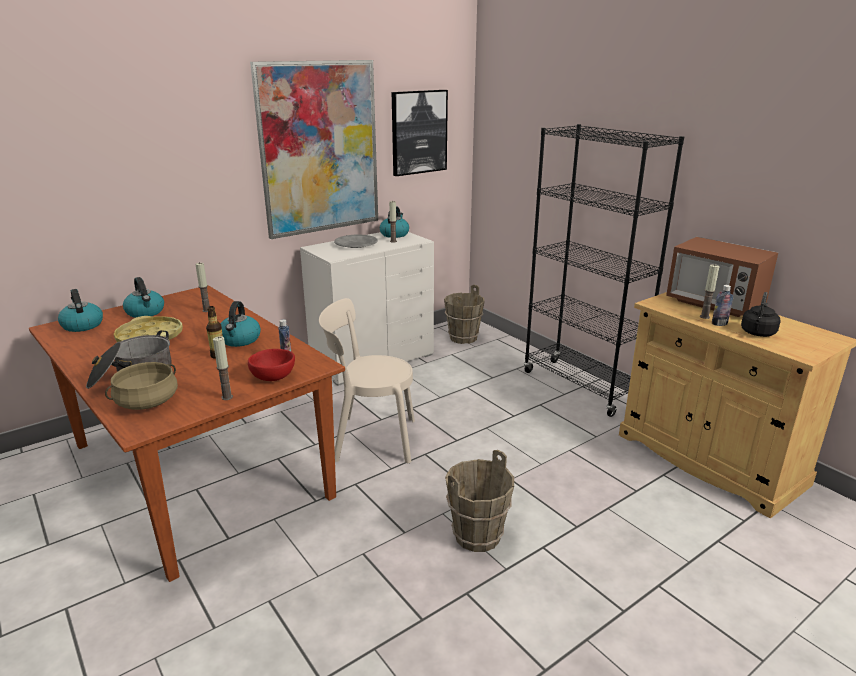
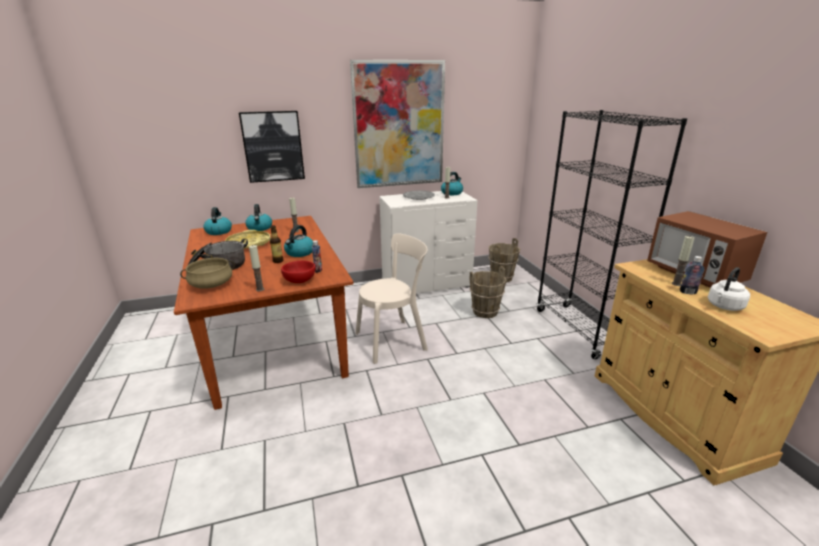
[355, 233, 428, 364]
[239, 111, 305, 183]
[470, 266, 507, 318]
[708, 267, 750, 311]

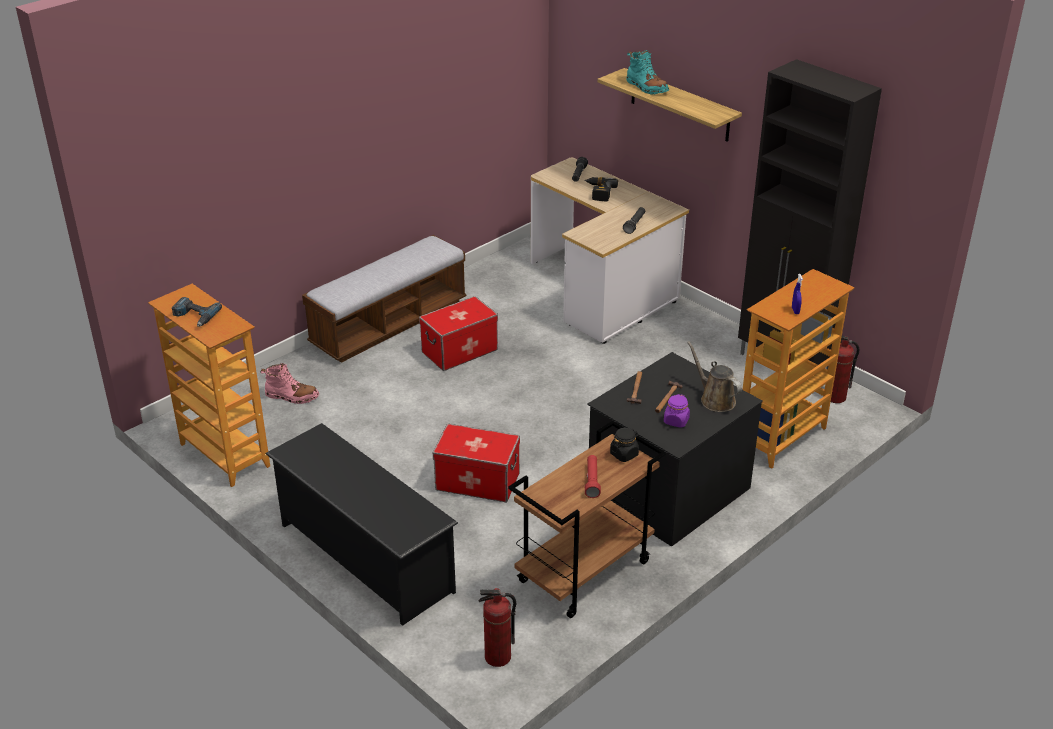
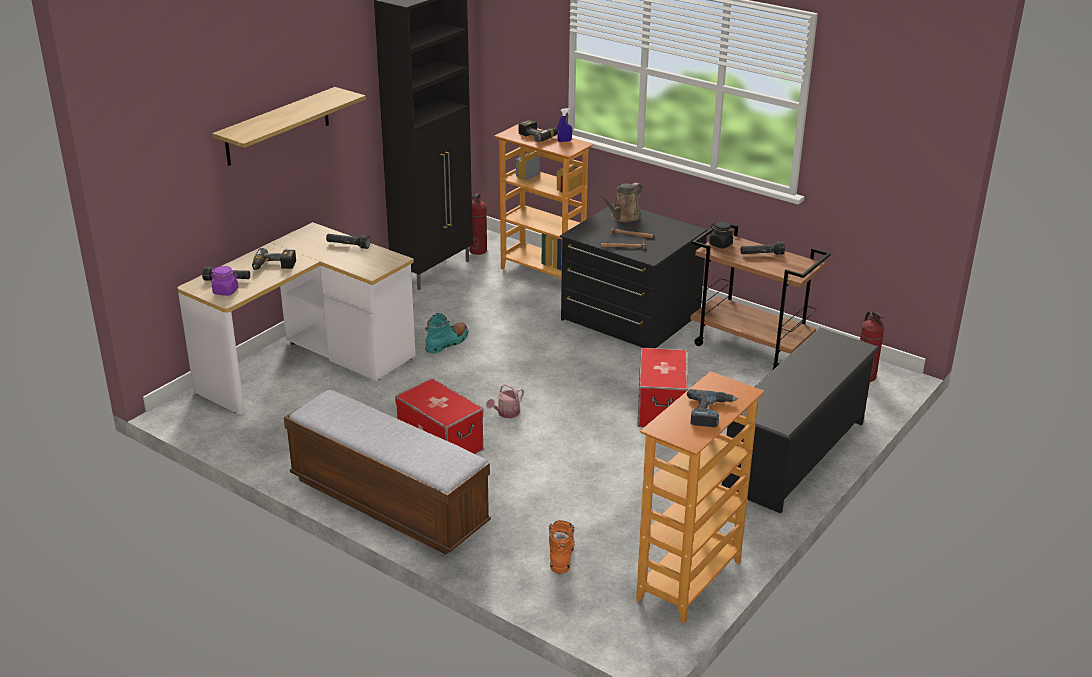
[548, 520, 575, 574]
[741, 241, 785, 255]
[425, 313, 469, 354]
[211, 266, 238, 296]
[486, 384, 524, 418]
[519, 120, 558, 142]

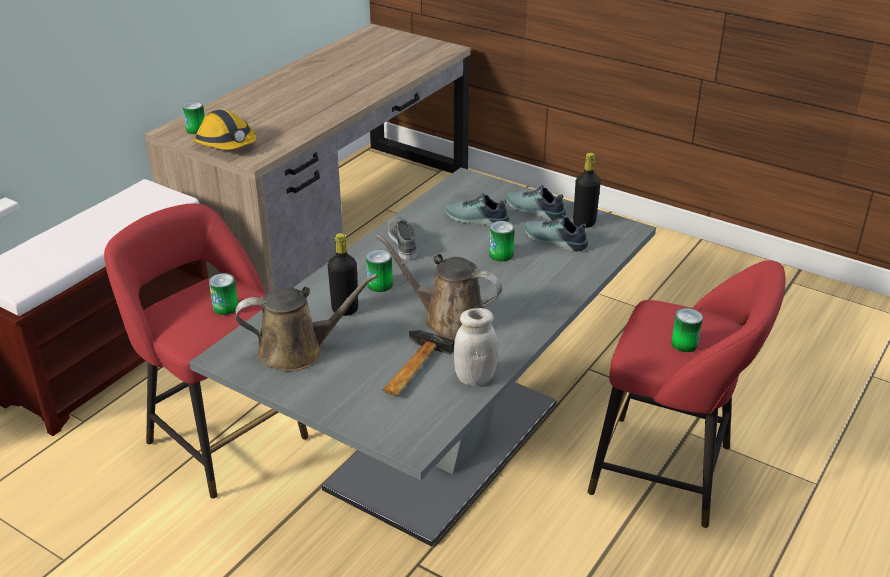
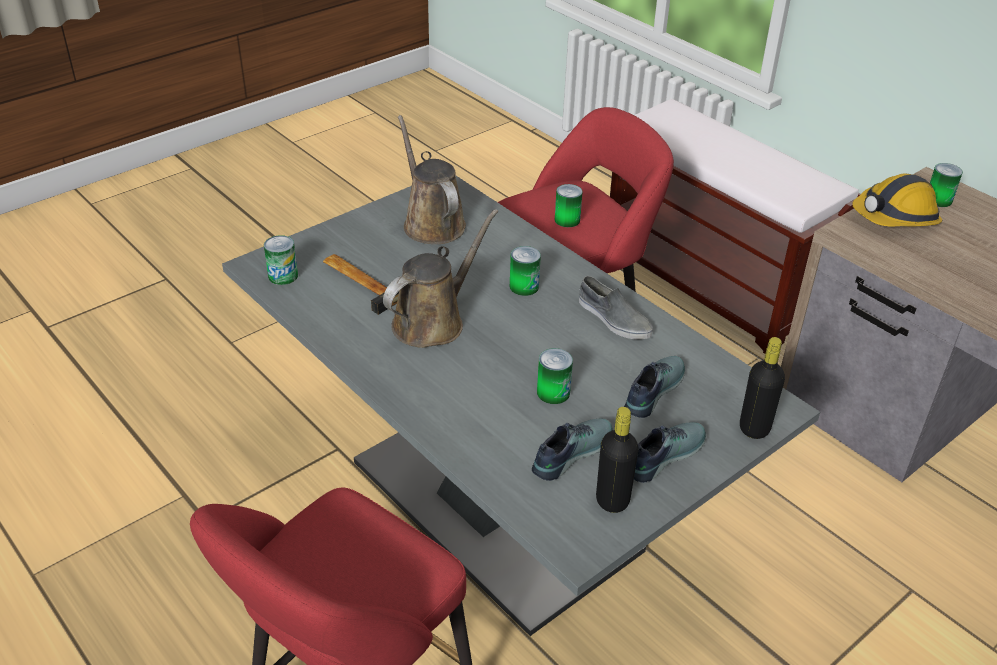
[398, 115, 466, 244]
[740, 337, 785, 439]
[579, 276, 653, 339]
[454, 308, 498, 386] (first image)
[264, 235, 298, 285]

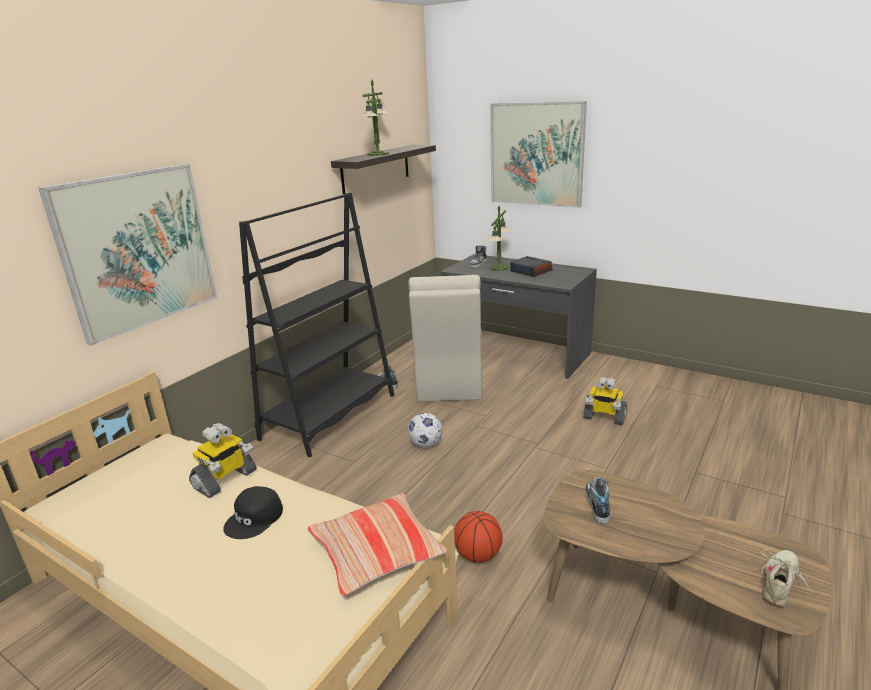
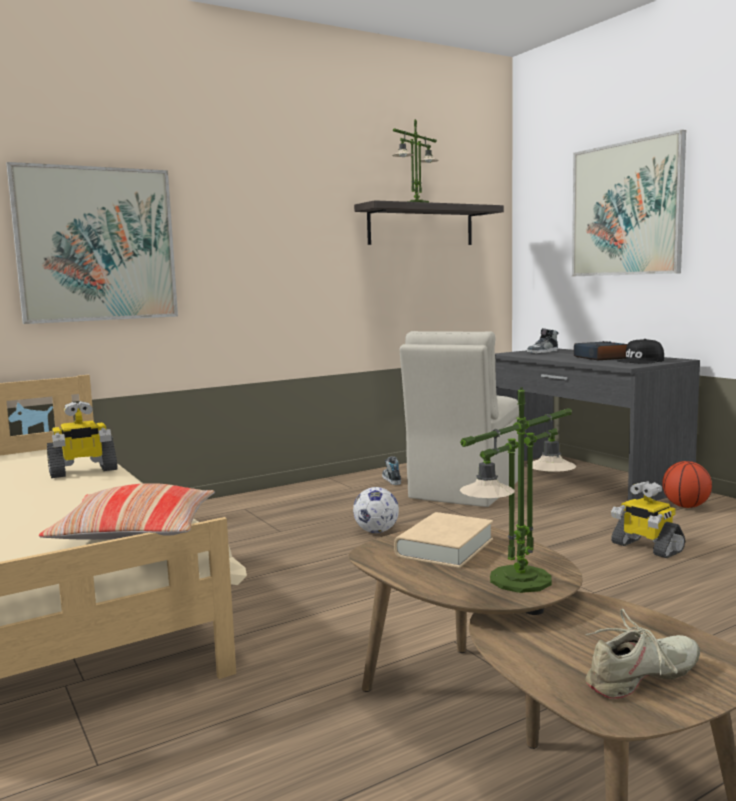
[617, 339, 664, 364]
[239, 193, 394, 457] (first image)
[662, 461, 712, 508]
[460, 387, 576, 593]
[394, 512, 493, 568]

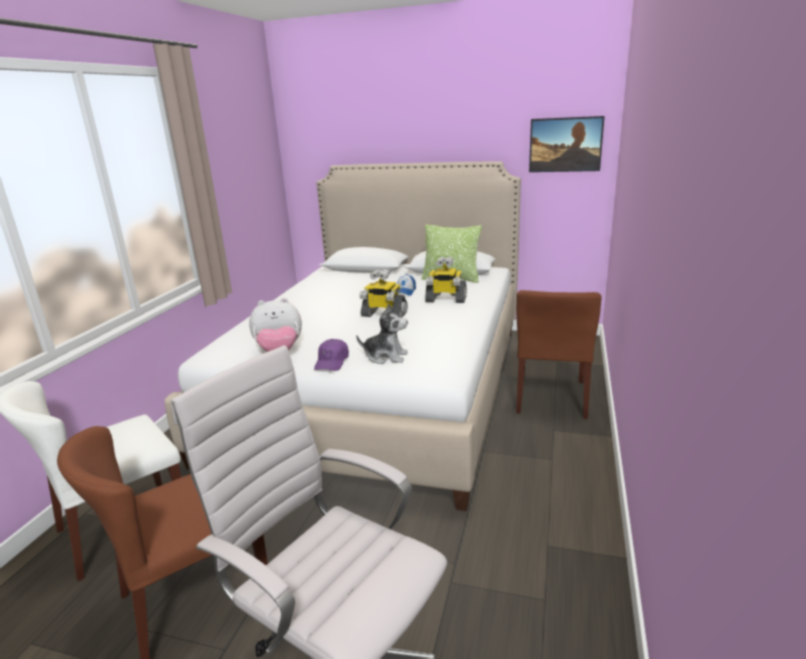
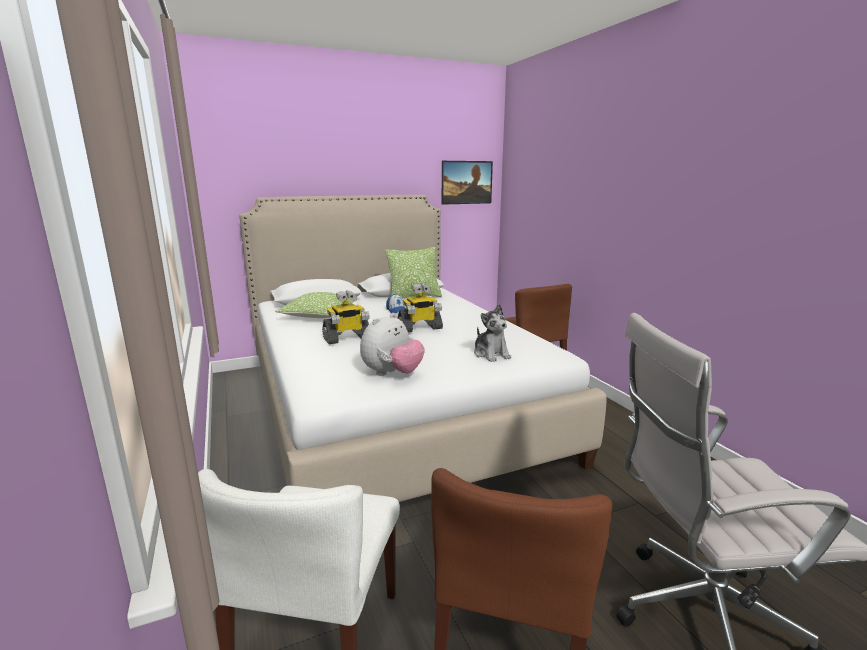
[314, 339, 349, 371] (first image)
[474, 304, 512, 362]
[322, 290, 370, 344]
[275, 292, 357, 318]

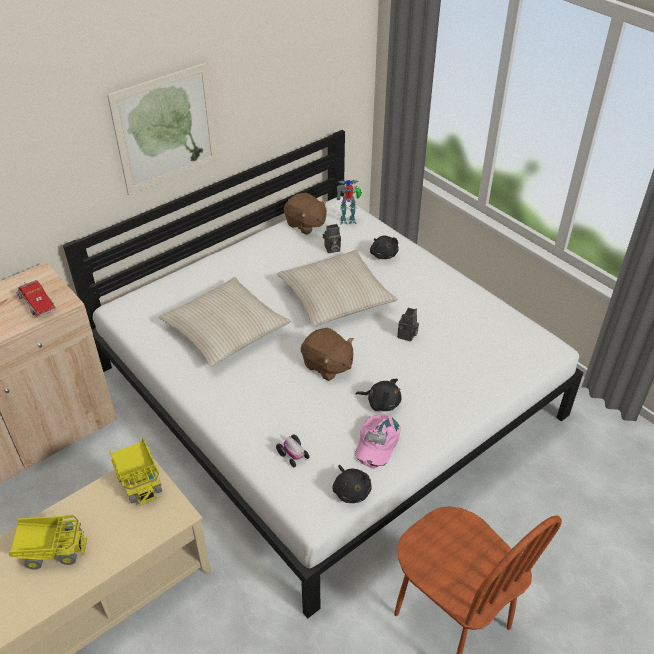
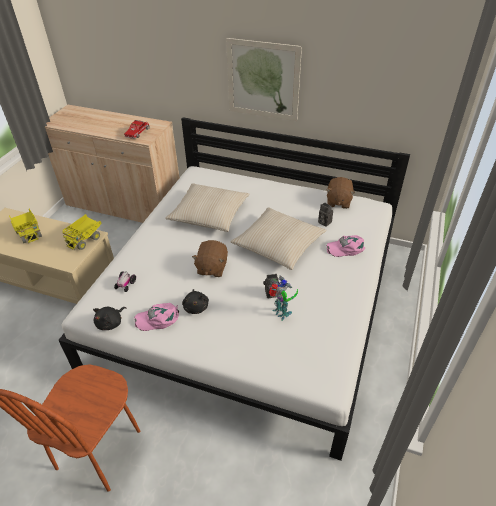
[269, 275, 298, 321]
[326, 235, 365, 257]

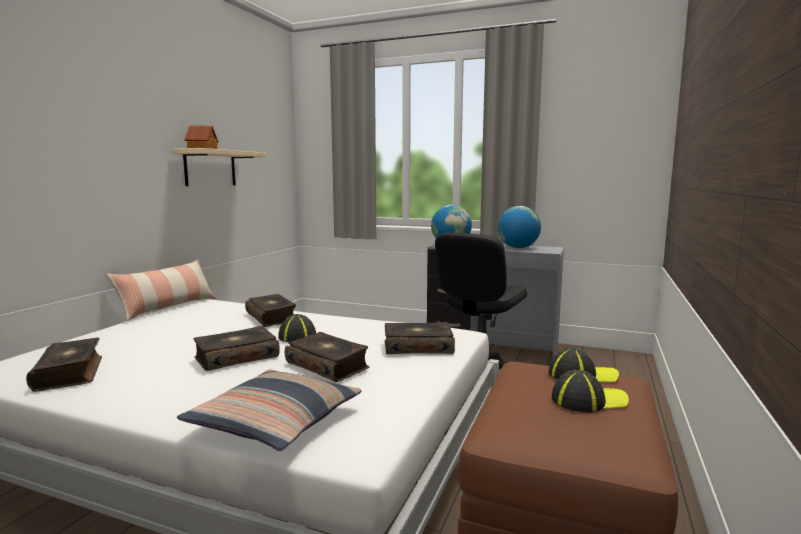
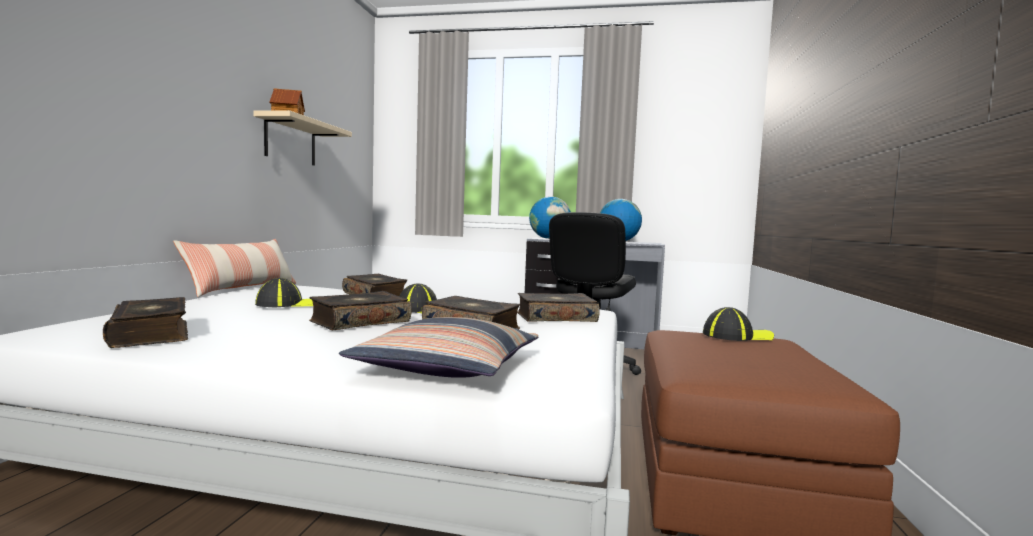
[255, 278, 313, 307]

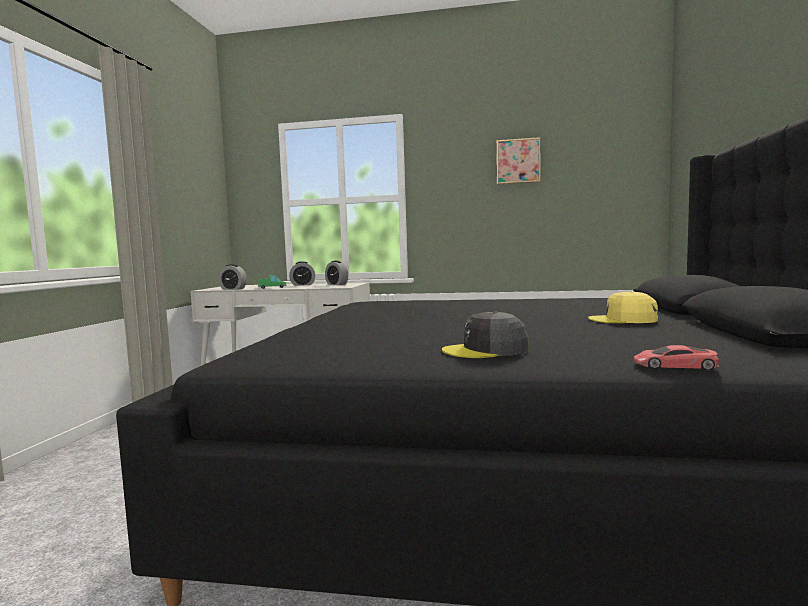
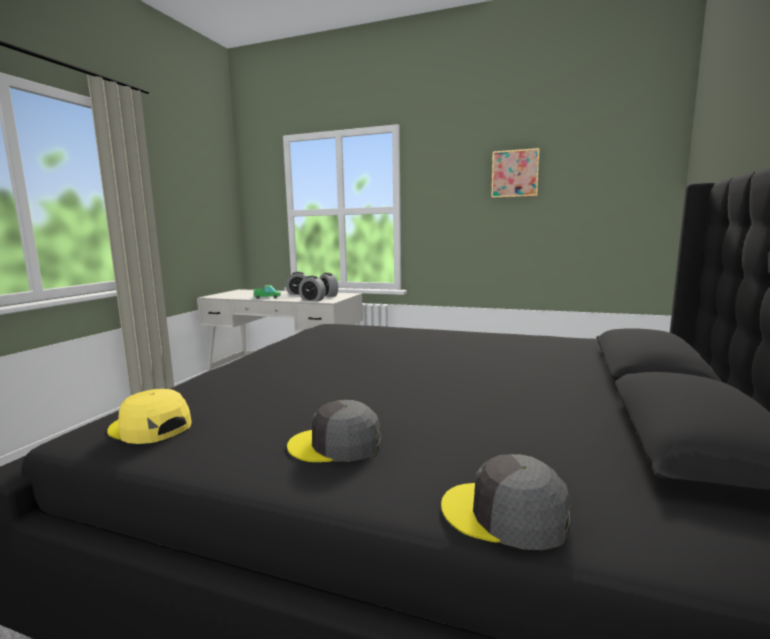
[299, 276, 326, 301]
[107, 389, 191, 444]
[441, 454, 571, 550]

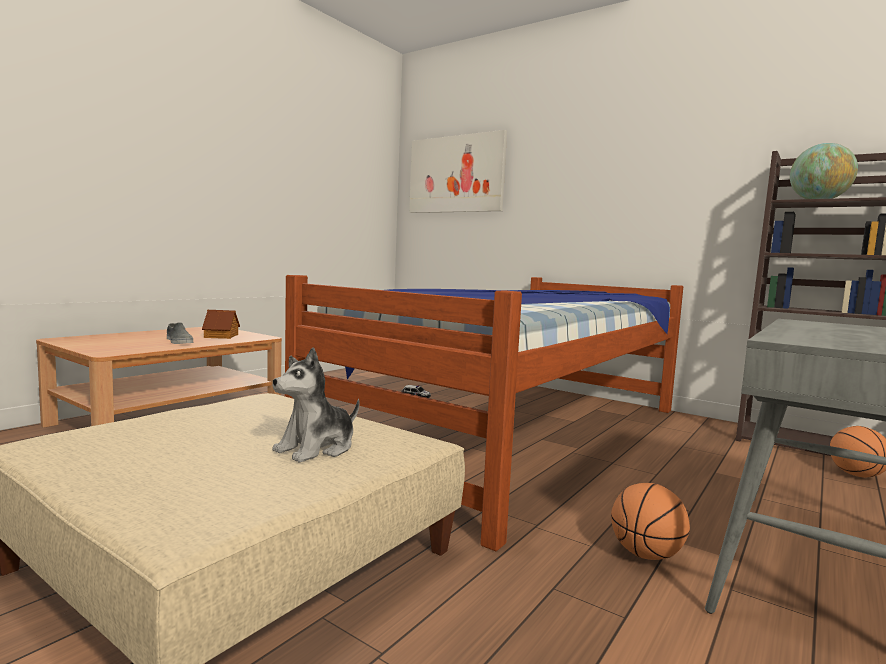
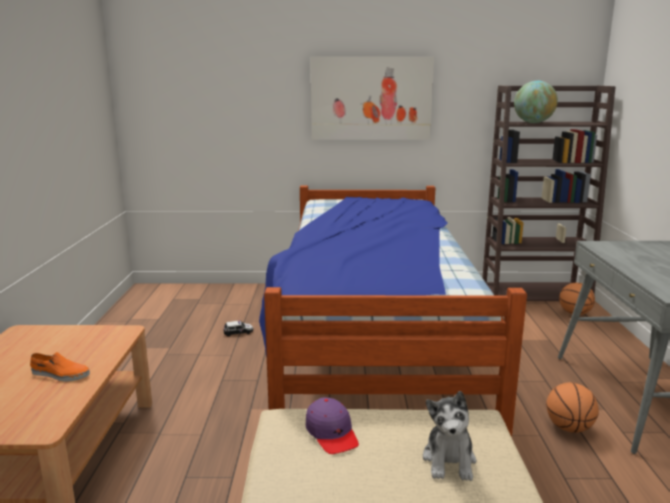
[30, 352, 90, 382]
[202, 310, 240, 339] (first image)
[311, 56, 434, 140]
[306, 398, 359, 454]

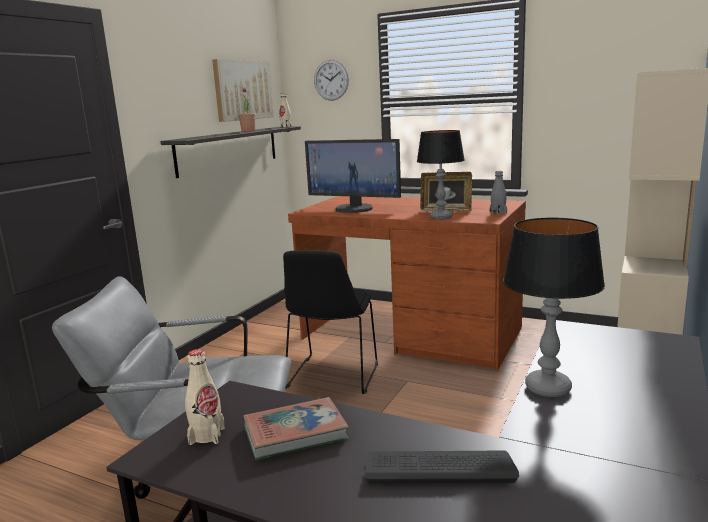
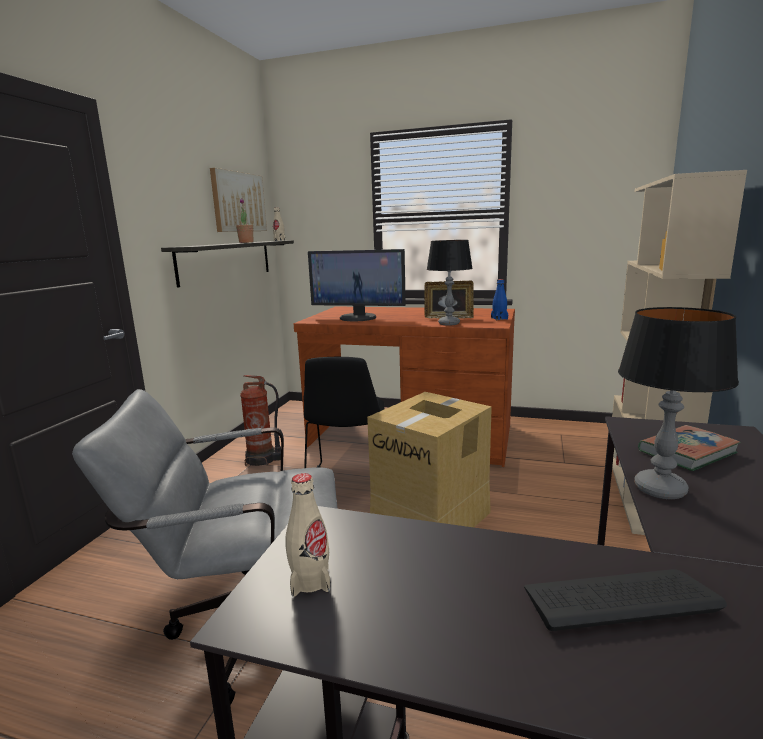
[638, 425, 741, 471]
[314, 60, 349, 101] (first image)
[491, 279, 508, 320]
[240, 375, 281, 466]
[367, 392, 492, 527]

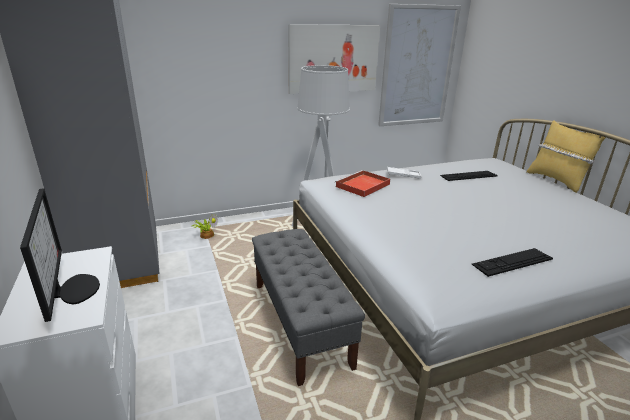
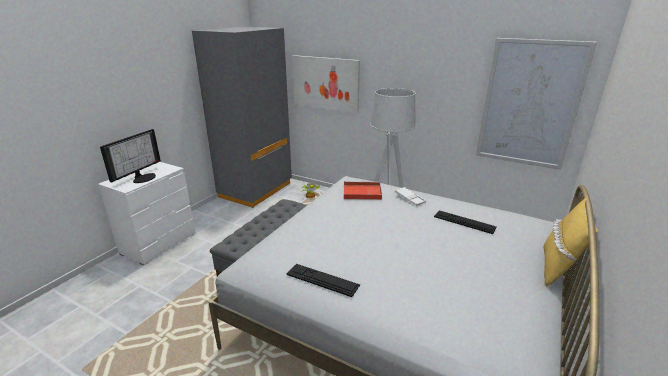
[292, 55, 360, 113]

